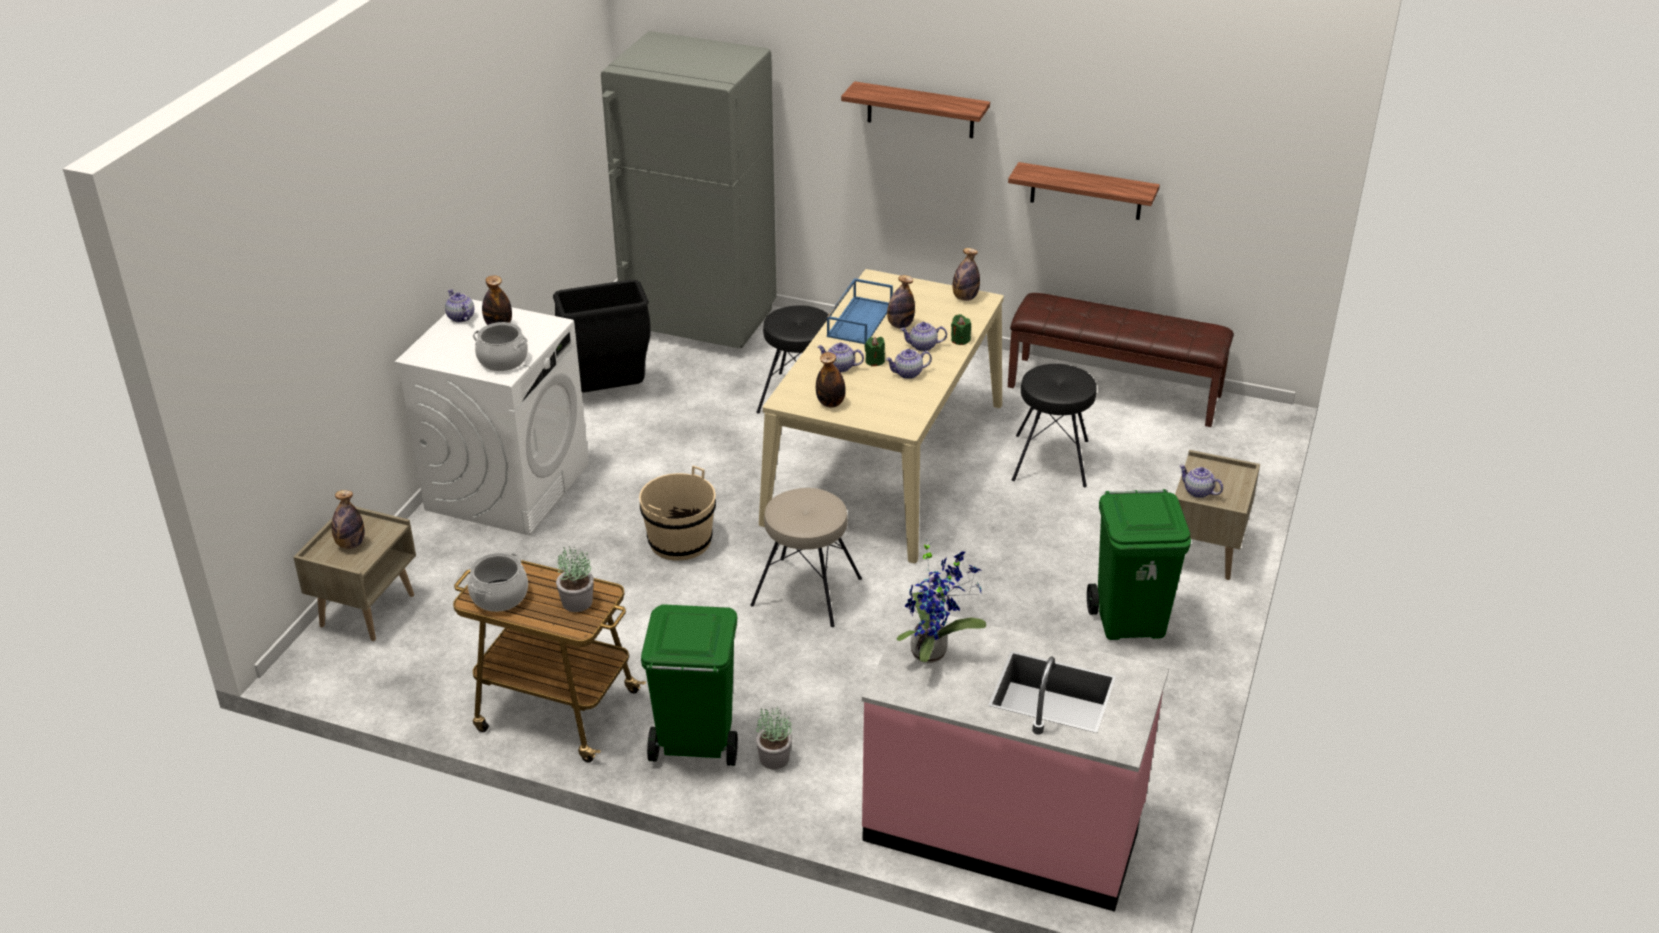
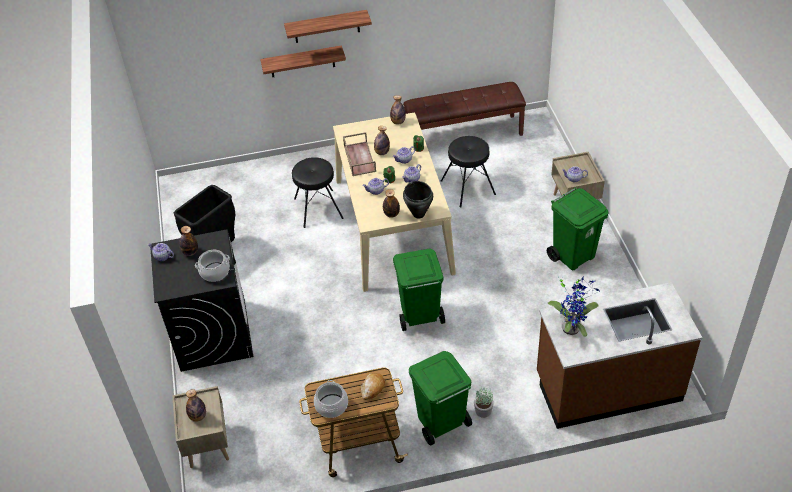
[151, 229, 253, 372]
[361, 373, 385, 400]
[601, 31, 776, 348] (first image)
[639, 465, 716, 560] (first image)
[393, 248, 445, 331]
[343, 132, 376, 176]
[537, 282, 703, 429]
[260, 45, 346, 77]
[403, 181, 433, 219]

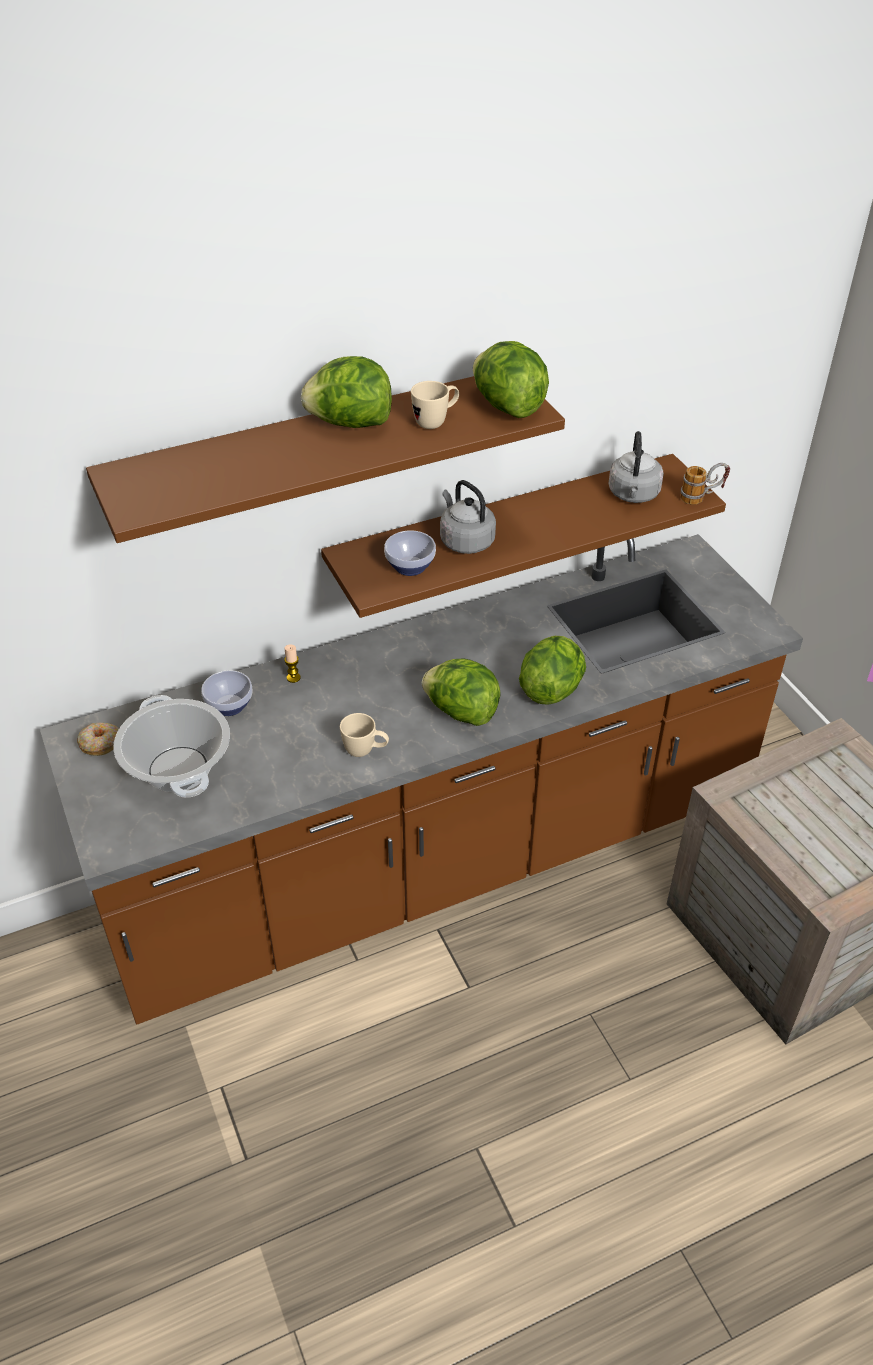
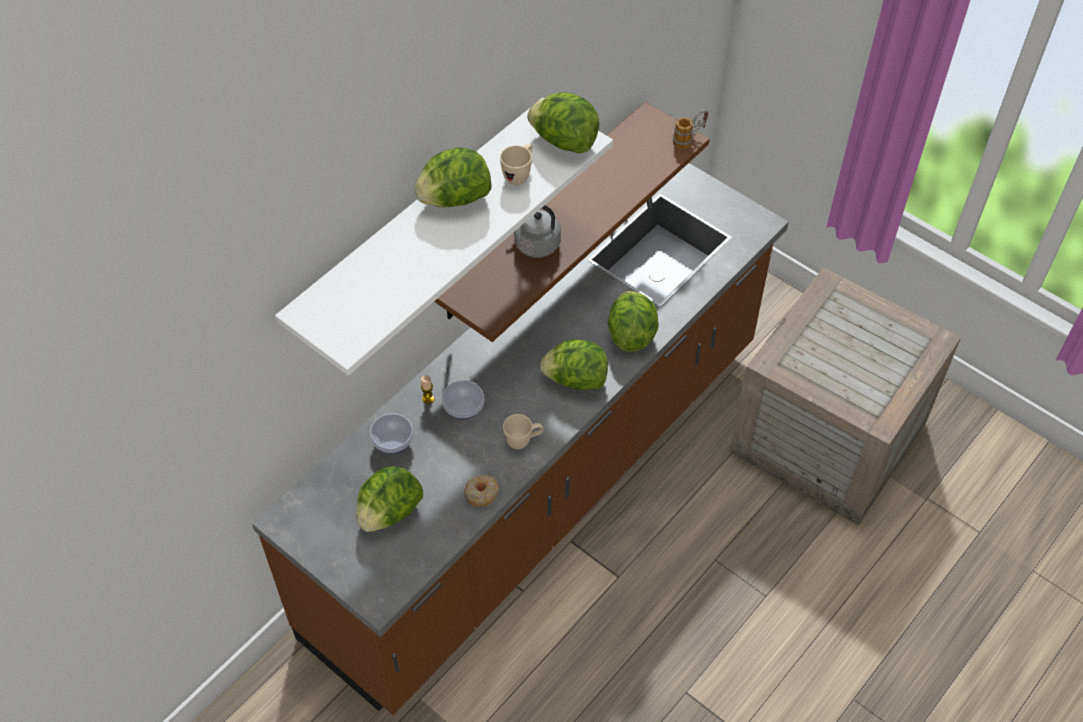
[464, 475, 499, 507]
[275, 98, 613, 376]
[356, 466, 423, 532]
[442, 380, 484, 420]
[608, 431, 664, 503] (first image)

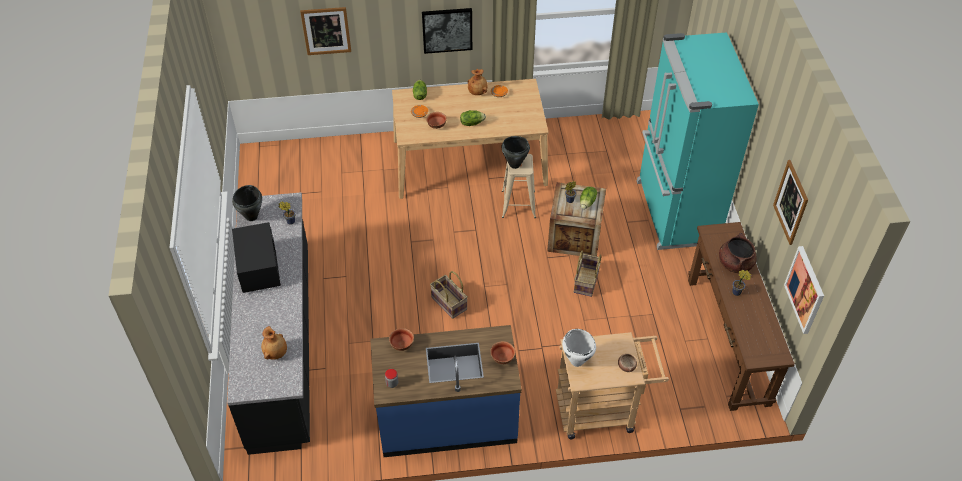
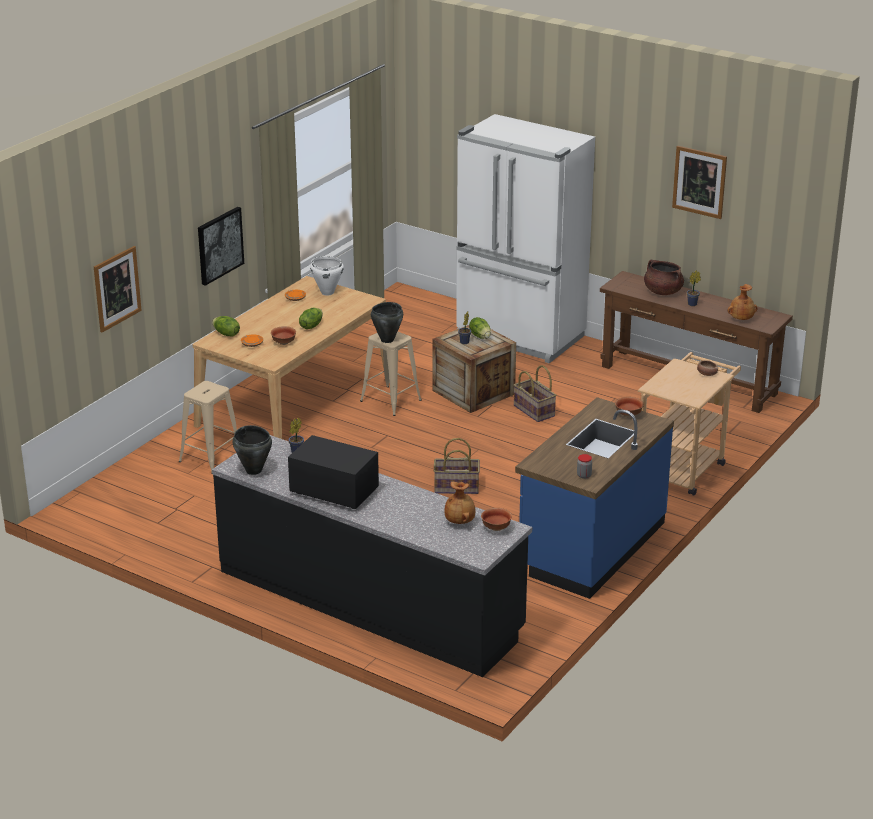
[481, 508, 512, 531]
[727, 284, 758, 320]
[310, 256, 344, 296]
[456, 114, 595, 363]
[784, 246, 824, 334] (first image)
[179, 381, 237, 473]

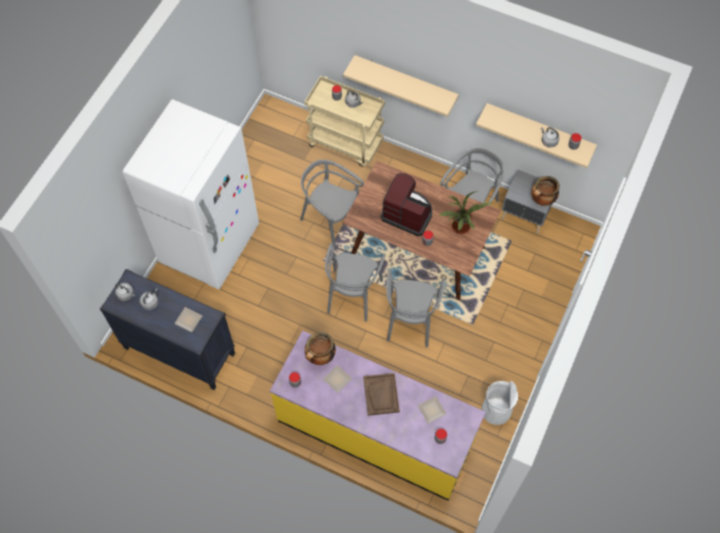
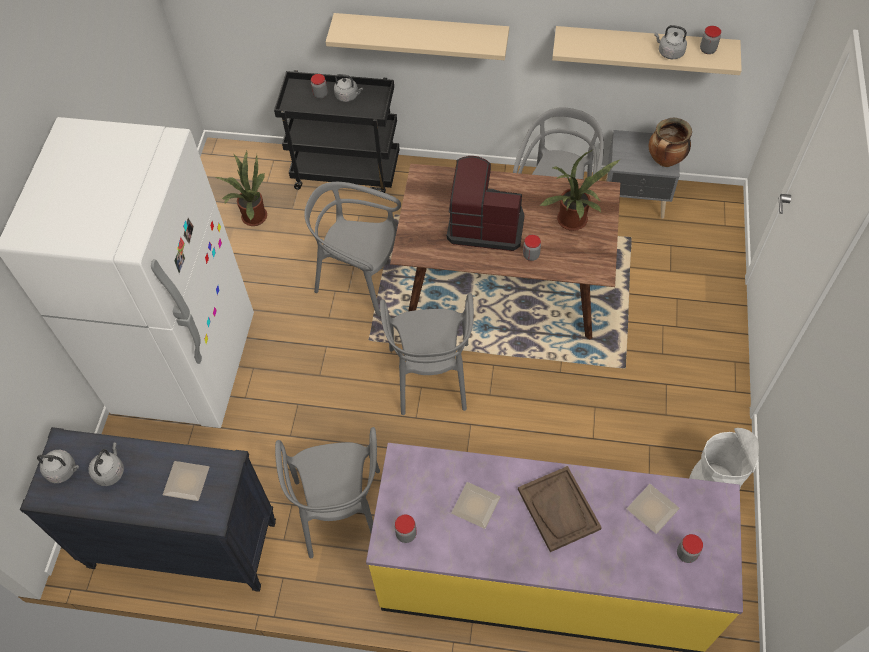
[274, 70, 400, 193]
[305, 332, 336, 365] (first image)
[275, 427, 380, 558]
[215, 151, 267, 226]

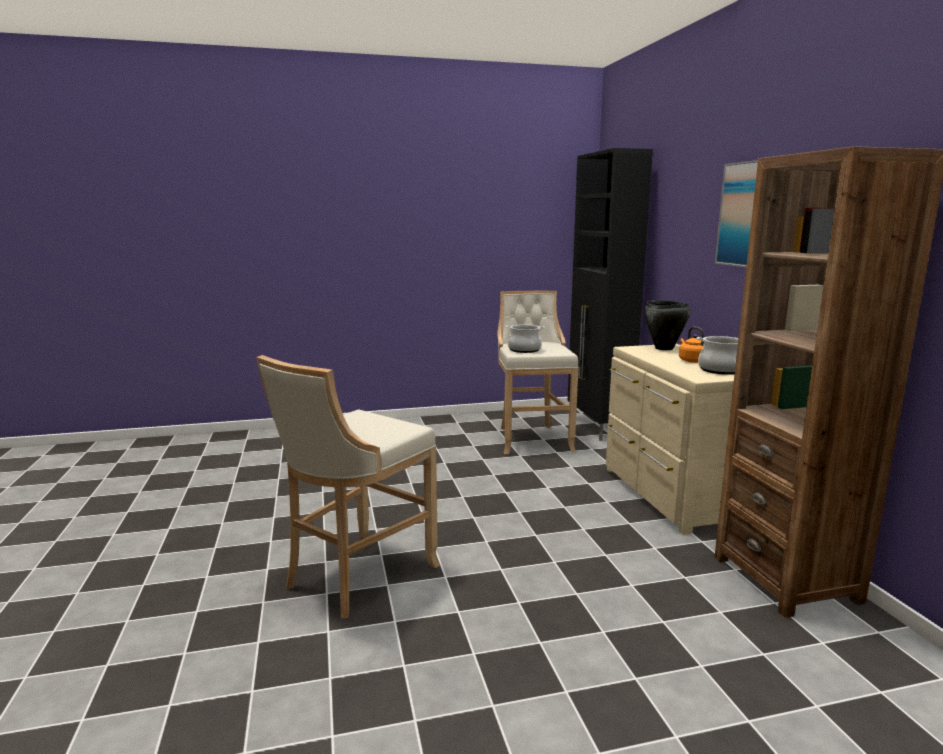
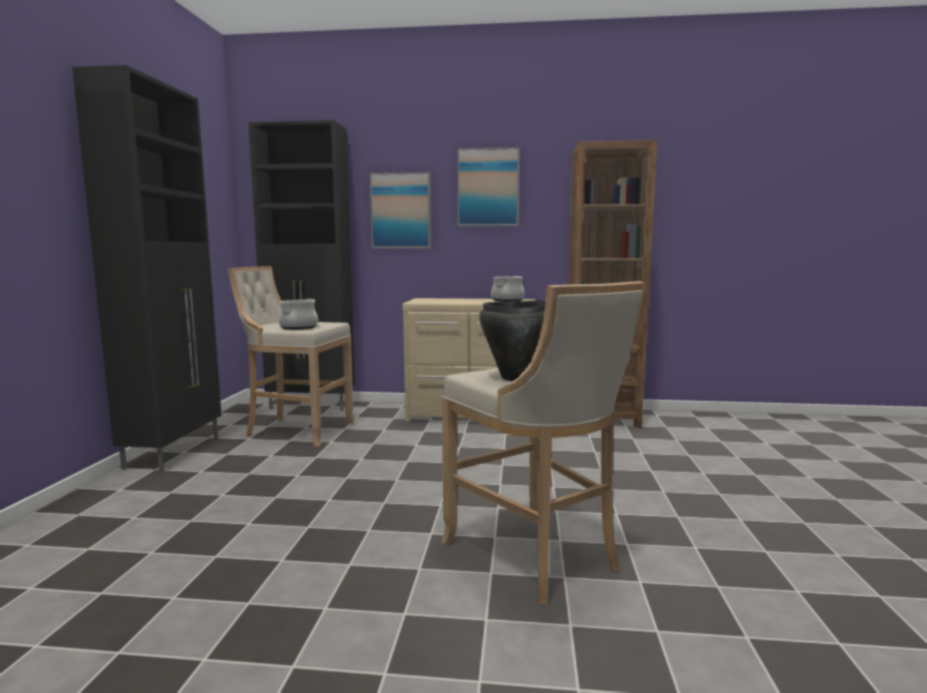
[479, 300, 545, 381]
[679, 327, 705, 363] (first image)
[72, 65, 222, 471]
[370, 172, 431, 248]

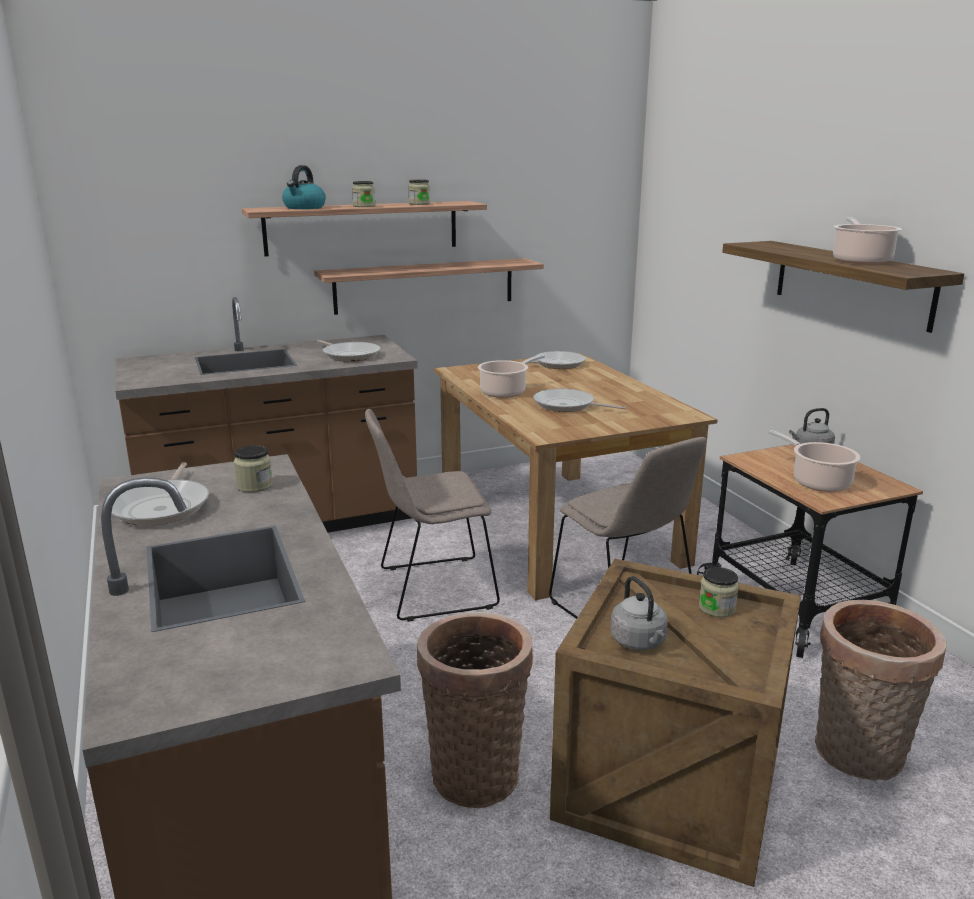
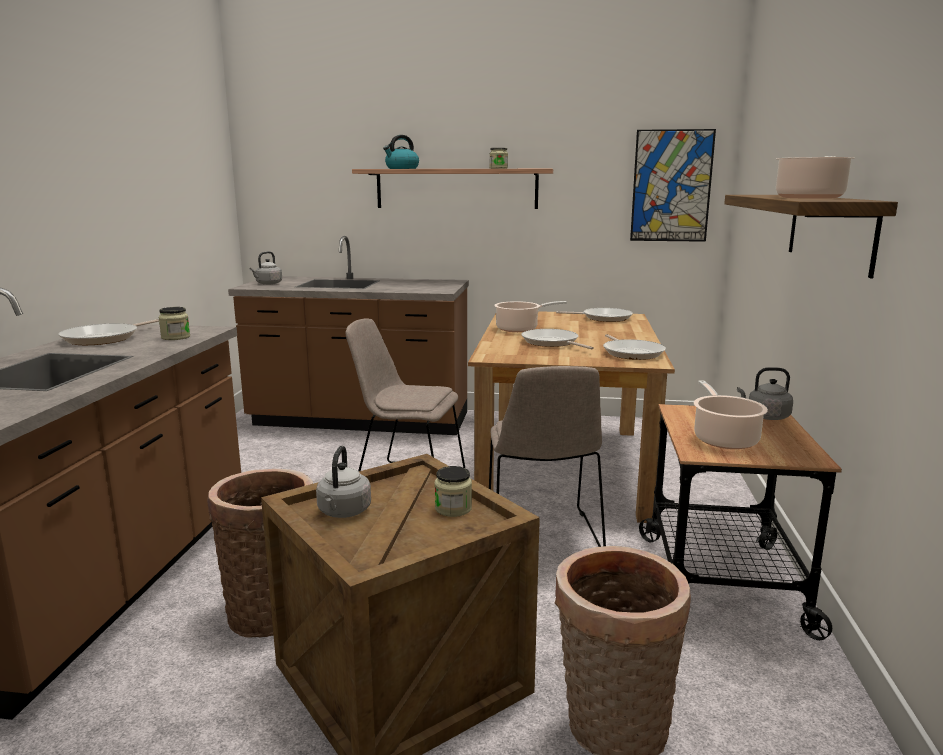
[314, 258, 544, 315] (first image)
[603, 334, 666, 360]
[352, 181, 375, 207] (first image)
[250, 251, 282, 285]
[630, 129, 716, 242]

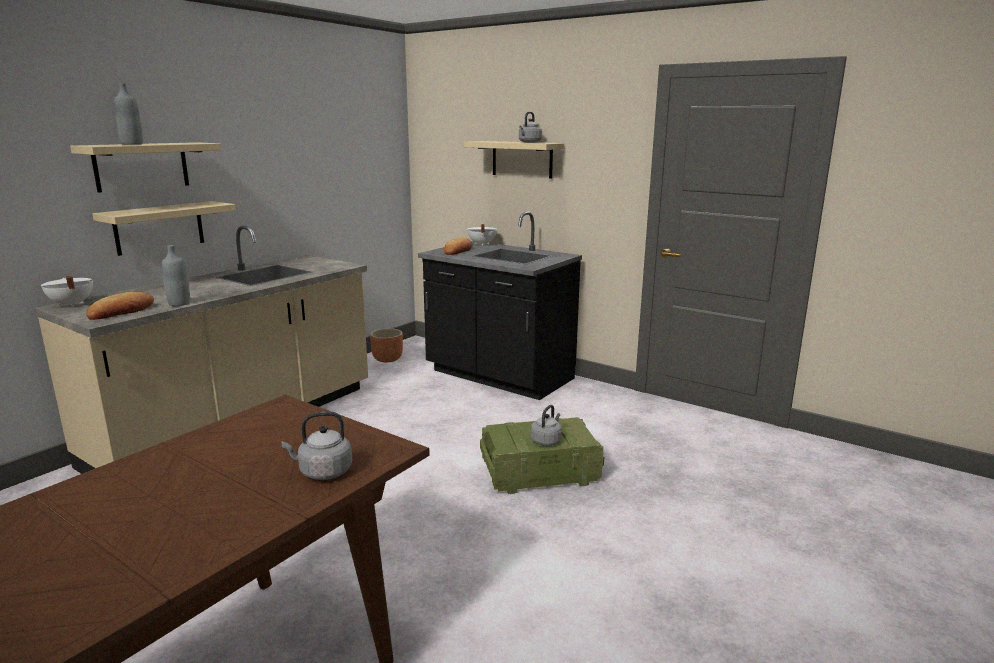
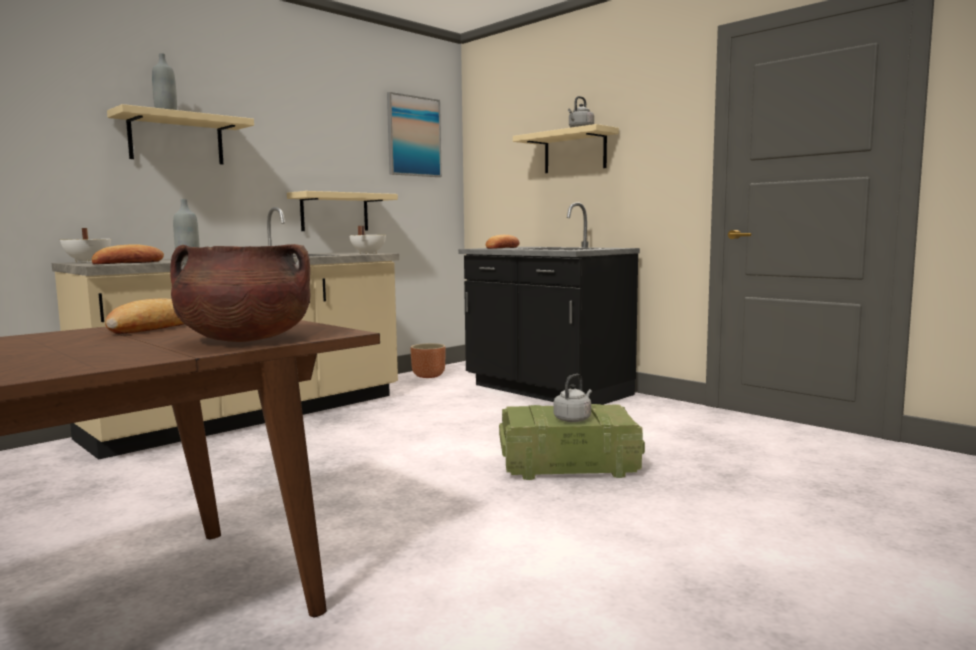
[287, 191, 398, 231]
[170, 244, 310, 342]
[349, 226, 386, 254]
[105, 298, 184, 334]
[387, 92, 442, 177]

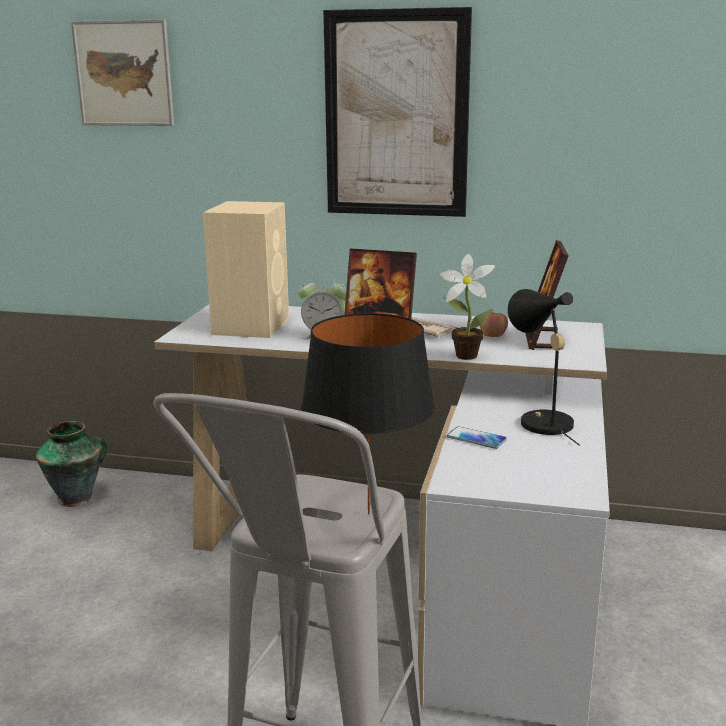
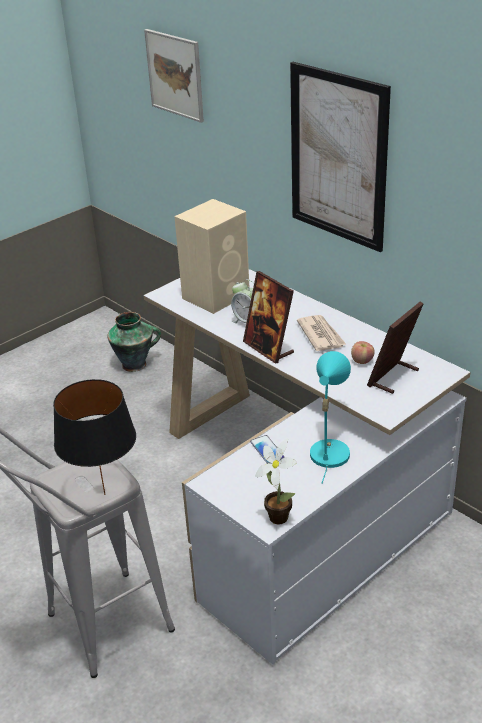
[255, 438, 297, 524]
[310, 351, 351, 483]

